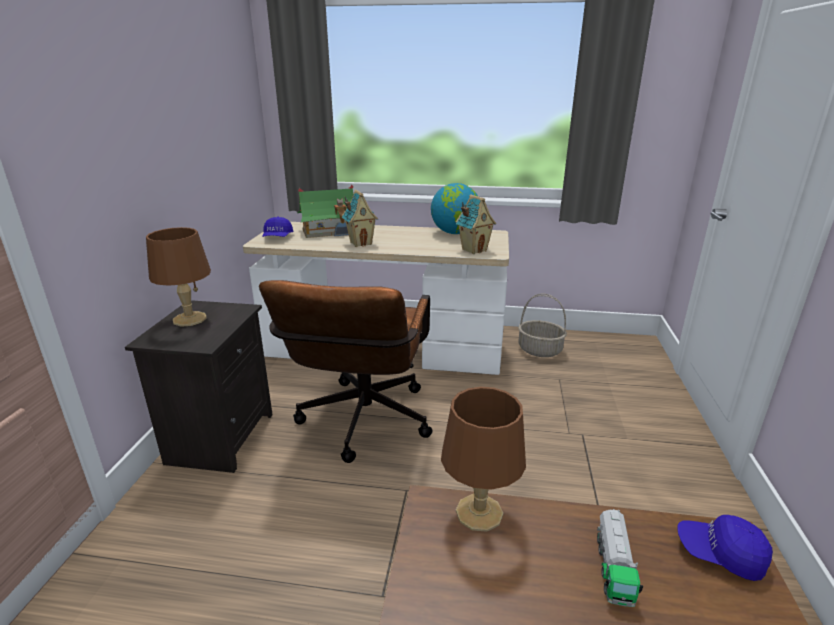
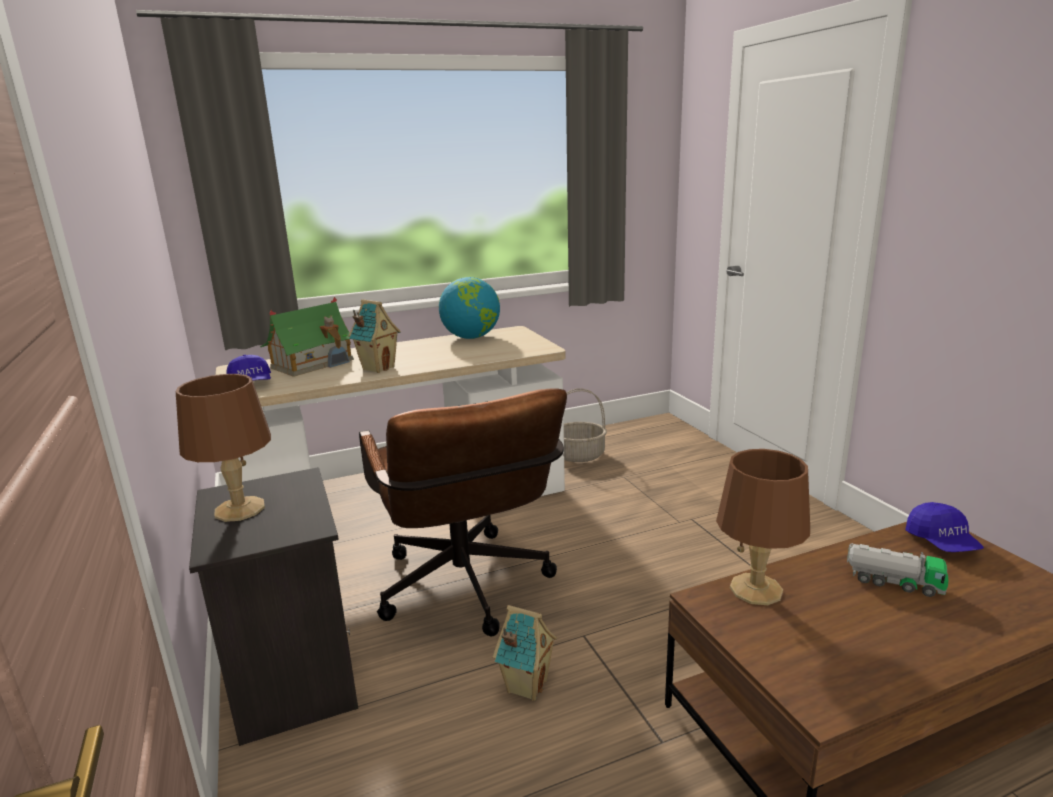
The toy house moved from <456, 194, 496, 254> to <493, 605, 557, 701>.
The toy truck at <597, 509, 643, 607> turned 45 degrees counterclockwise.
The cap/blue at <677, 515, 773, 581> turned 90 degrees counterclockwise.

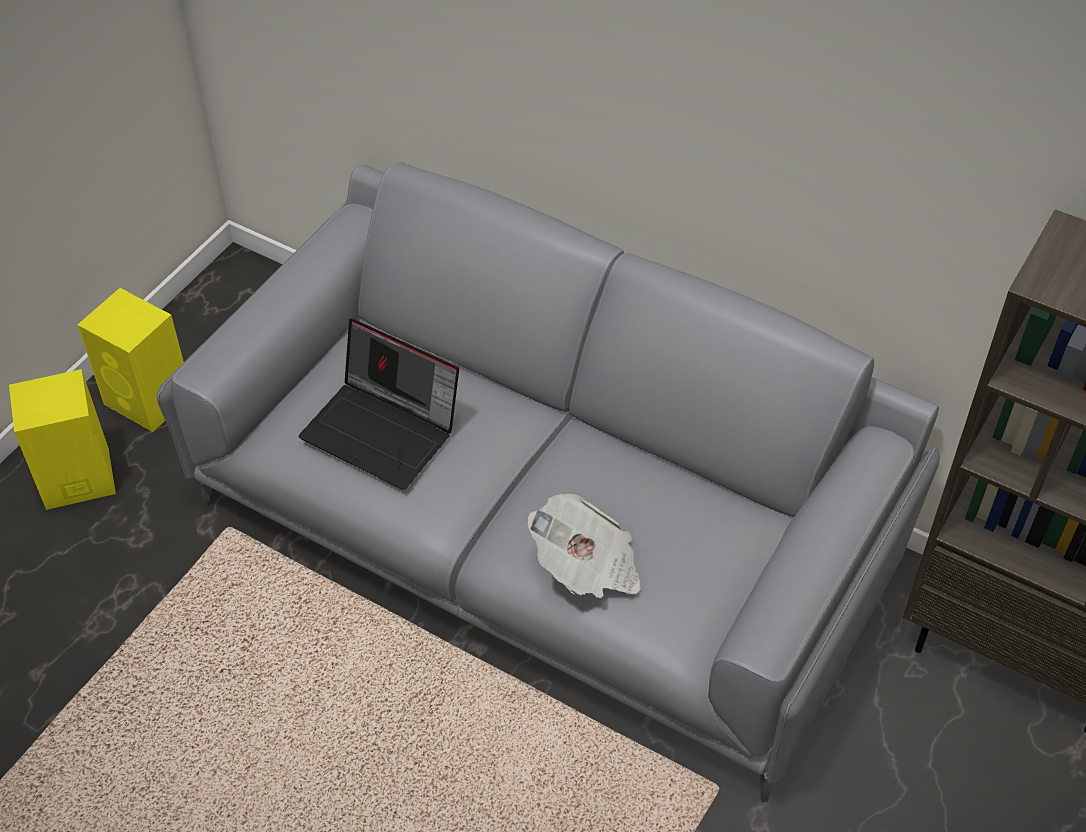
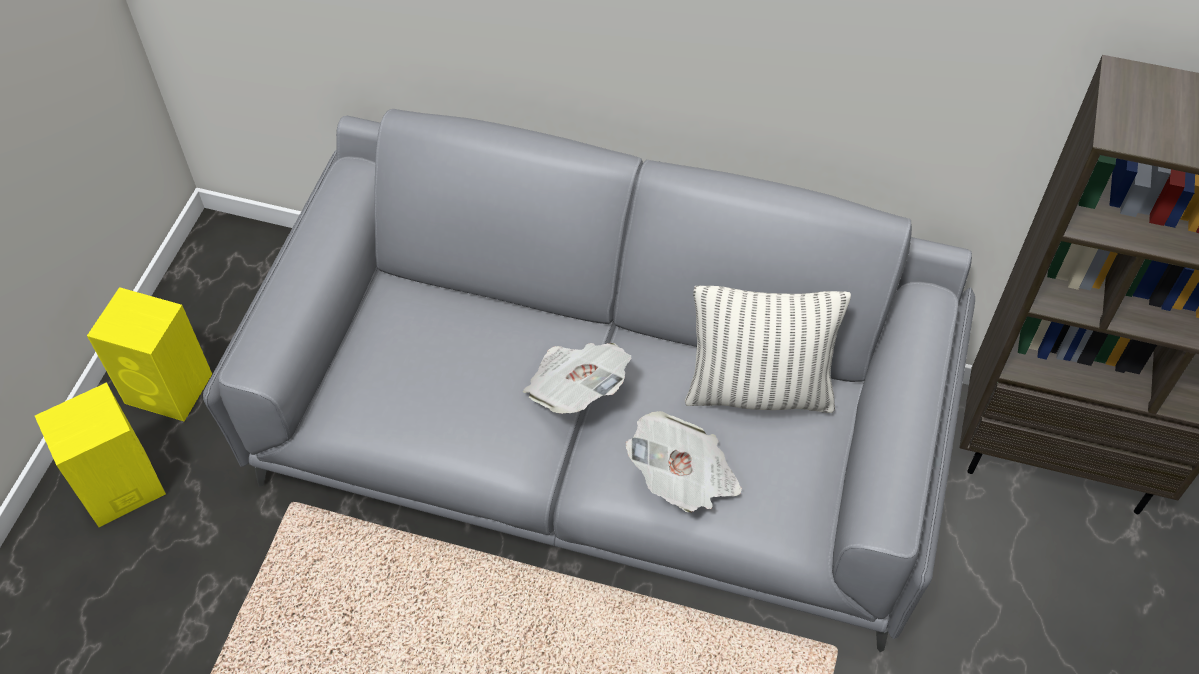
The laptop at <299, 319, 459, 490> disappeared.
The newspaper at <523, 343, 632, 414> appeared.
The pillow at <685, 286, 851, 413> appeared.

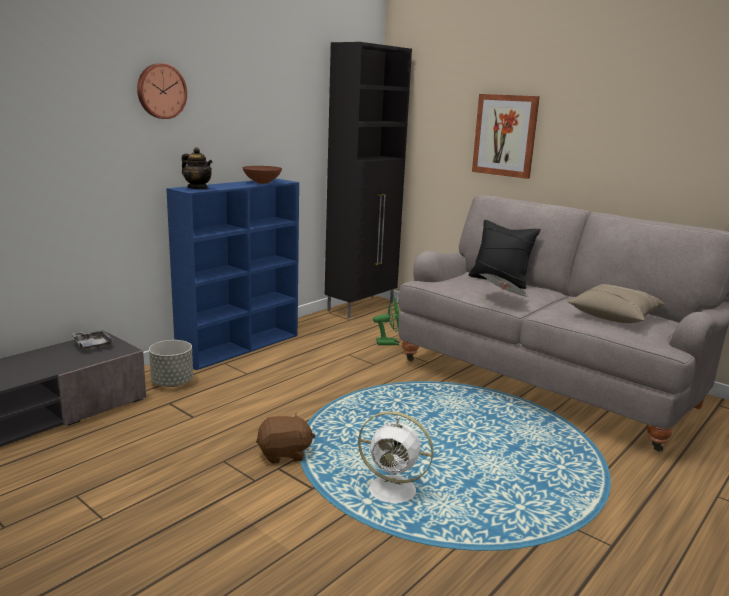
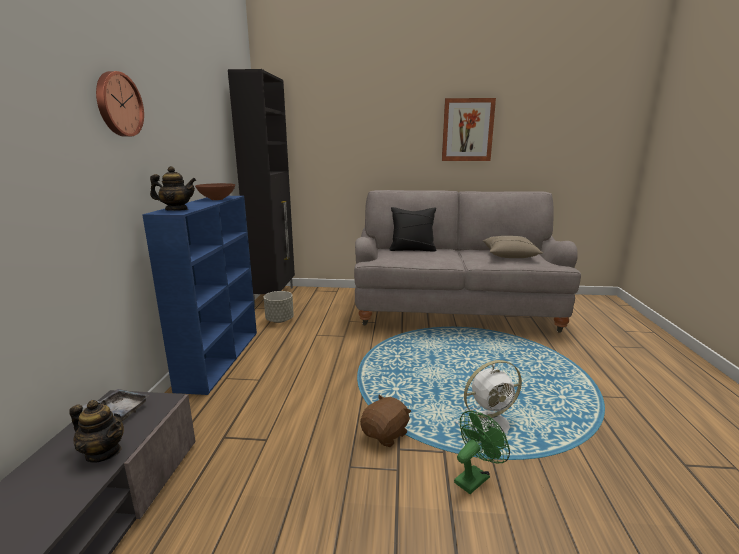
The newspaper at <479, 273, 528, 297> disappeared.
The teapot at <69, 400, 124, 463> appeared.
The planter/grey moved from <149, 340, 193, 387> to <264, 291, 294, 323>.
The fan/green moved from <373, 298, 400, 345> to <454, 411, 510, 494>.
The picture moved from <472, 94, 540, 179> to <442, 98, 496, 161>.

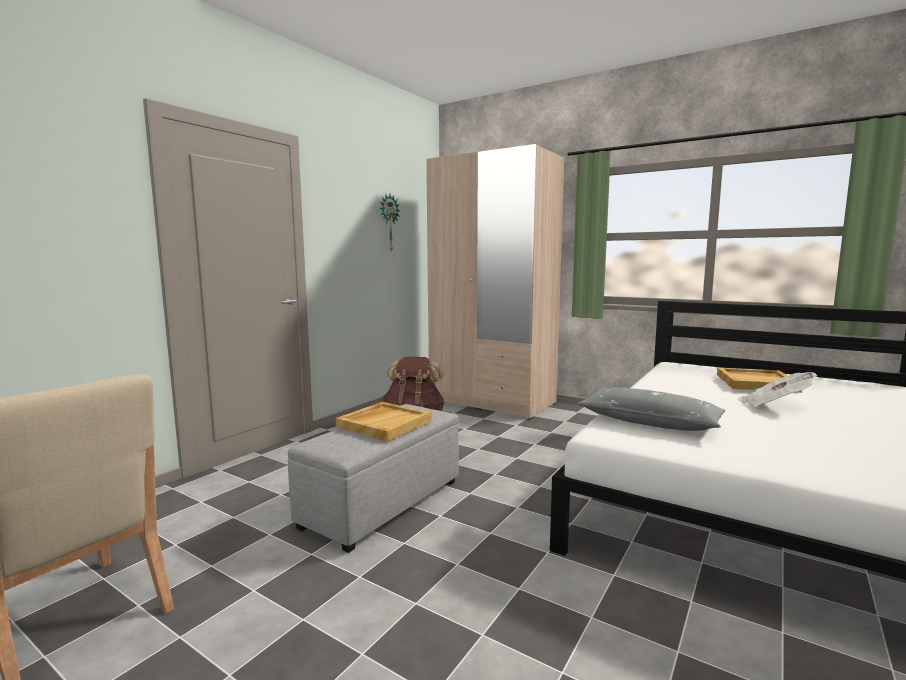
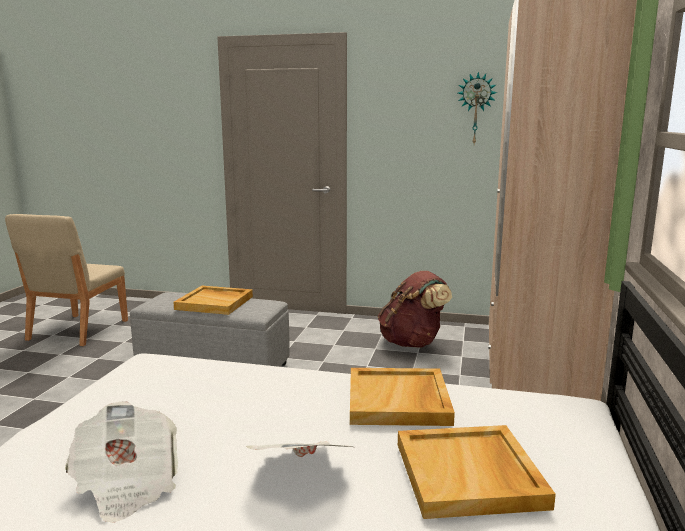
The pillow/grey at <577, 387, 725, 431> disappeared.
The newspaper at <65, 402, 178, 523> appeared.
The tray/beige at <350, 368, 455, 426> appeared.

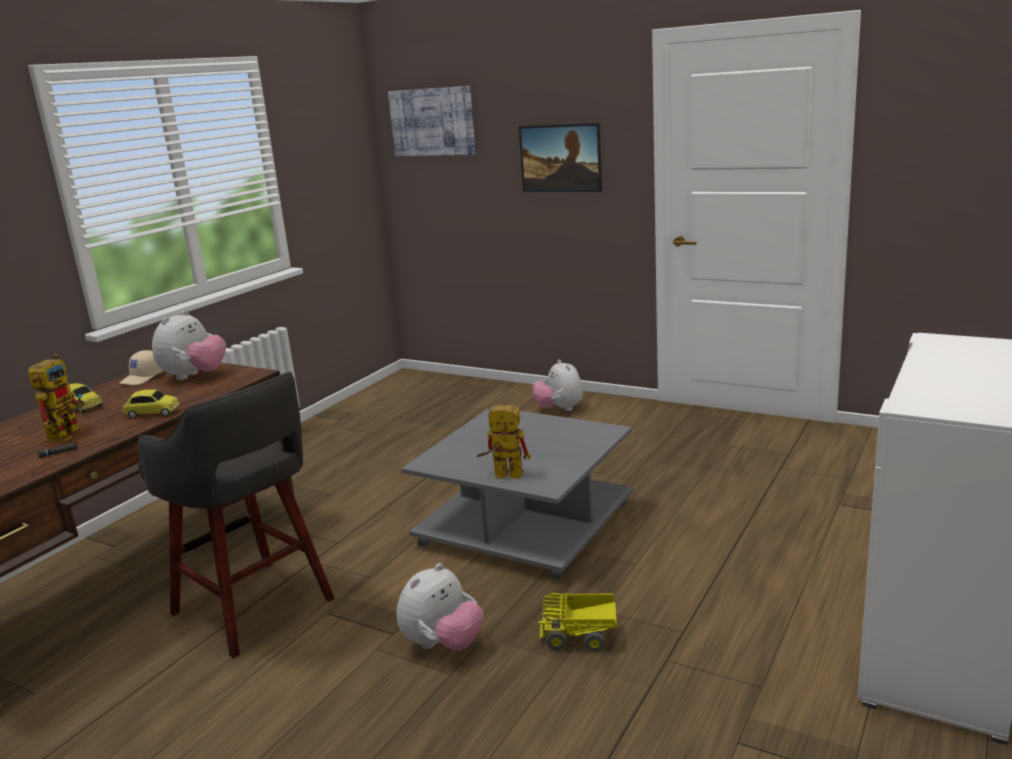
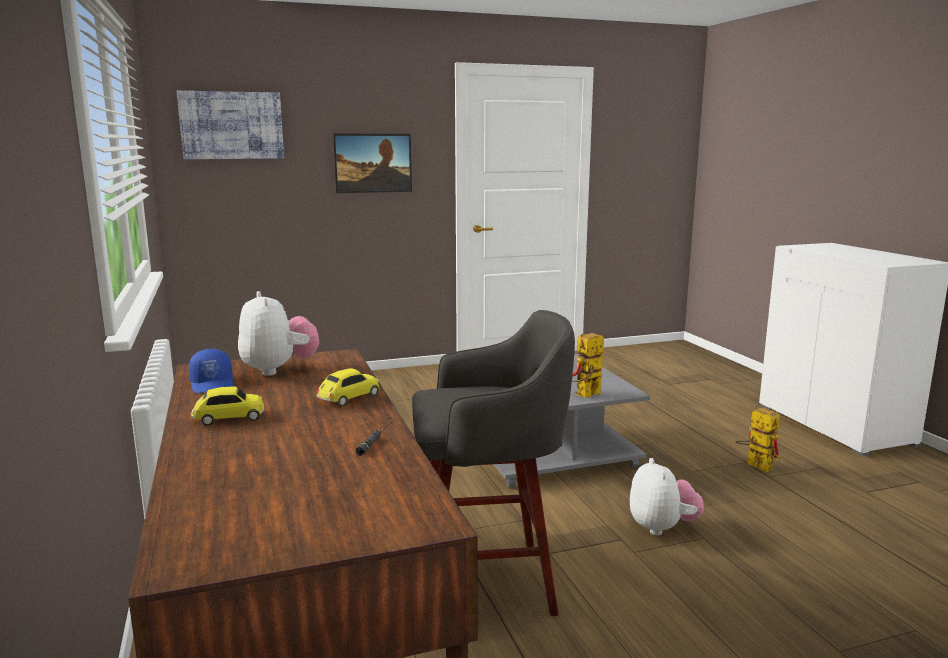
The plush toy at <532, 359, 583, 411> disappeared.
The toy truck at <538, 593, 617, 652> disappeared.
The toy robot moved from <28, 354, 85, 442> to <735, 404, 781, 472>.
The cap/beige at <120, 350, 163, 385> became the cap/blue at <189, 349, 233, 393>.

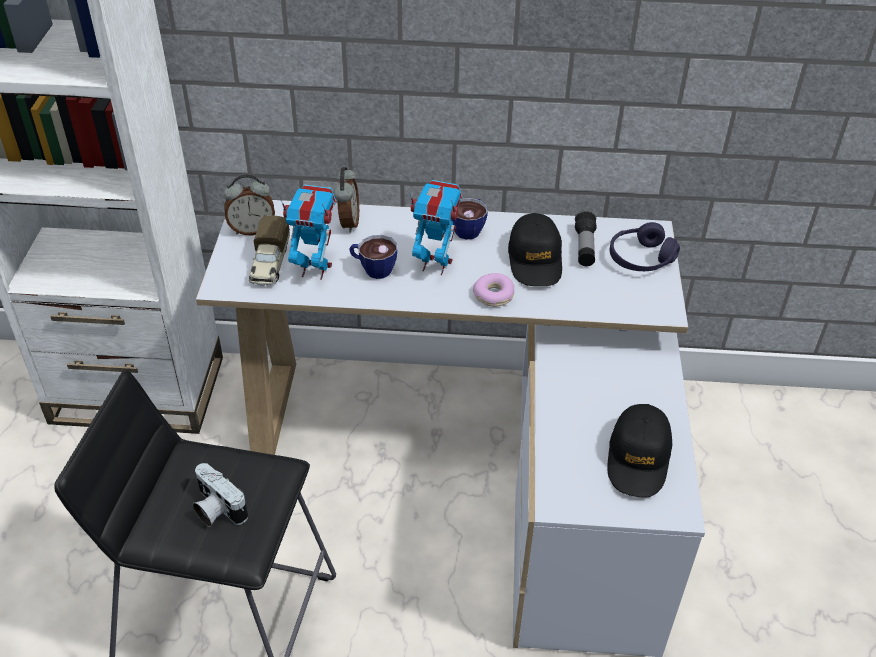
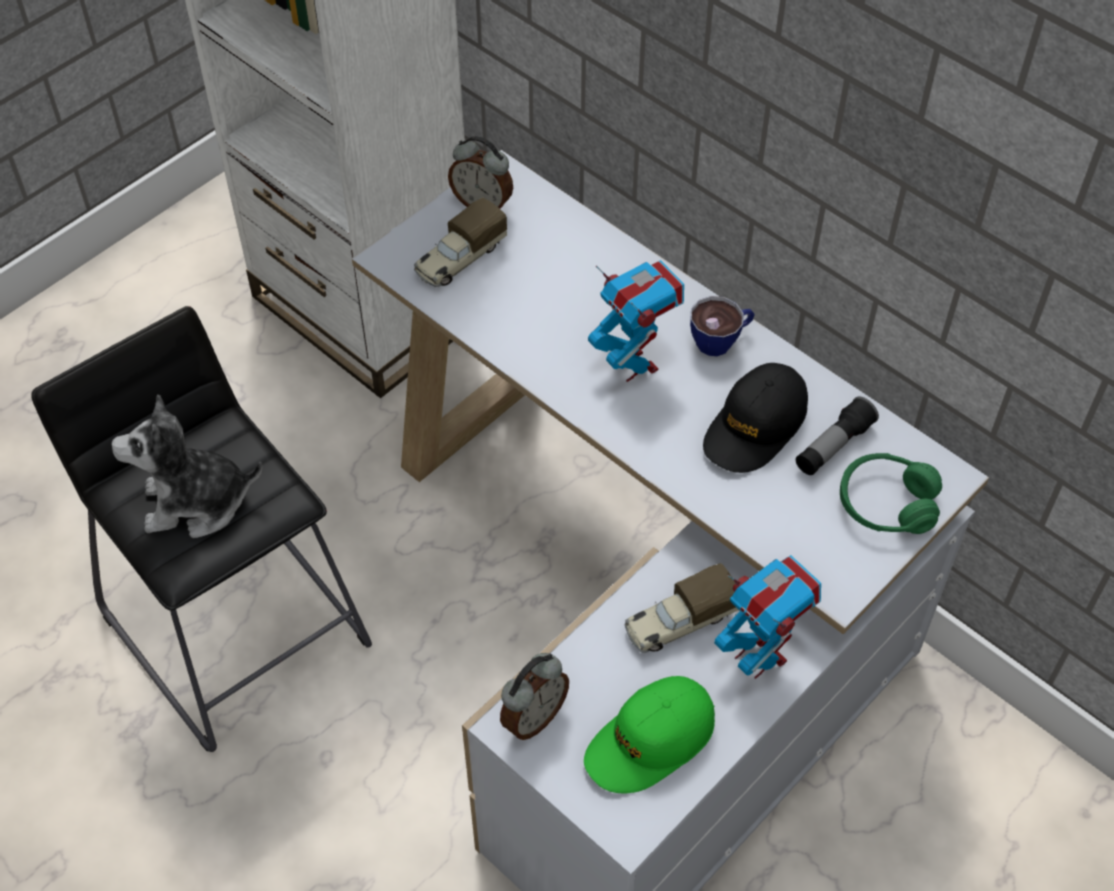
The cup at <349, 235, 398, 279> disappeared.
The donut at <473, 273, 514, 307> disappeared.
The toy truck at <624, 563, 739, 653> appeared.
The toy robot moved from <279, 185, 336, 280> to <714, 555, 821, 679>.
The alarm clock moved from <333, 167, 359, 233> to <500, 653, 569, 740>.
The photo camera at <193, 463, 248, 527> was replaced by the plush toy at <111, 394, 263, 538>.
The cap/black at <607, 404, 672, 498> became the cap/green at <584, 676, 715, 793>.
The headphones/purple at <610, 222, 680, 271> became the headphones/green at <840, 453, 942, 534>.

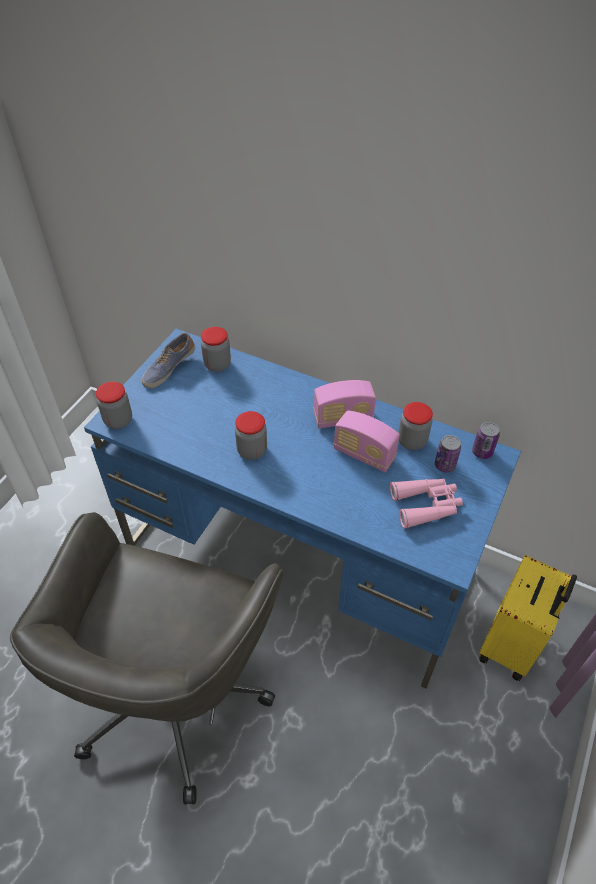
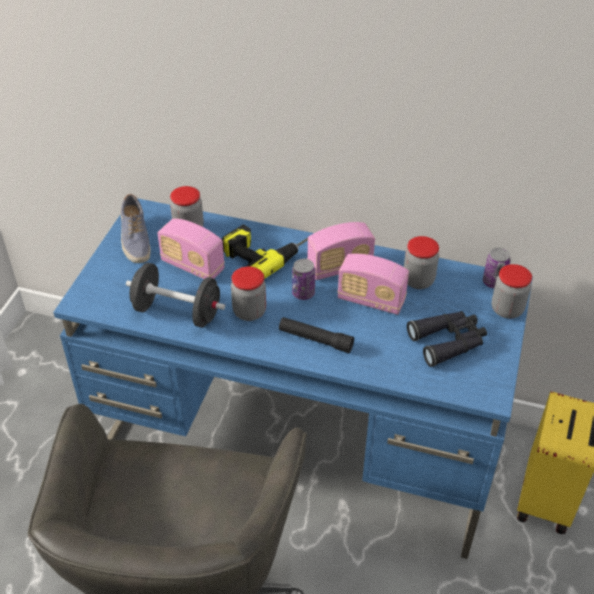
The dumbbell/black at <126, 263, 225, 328> appeared.
The radio at <157, 219, 225, 279> appeared.
The power drill at <222, 224, 308, 279> appeared.
The flashlight/black at <279, 317, 354, 353> appeared.
The jar moved from <96, 382, 132, 429> to <492, 264, 532, 319>.
The can moved from <435, 435, 461, 472> to <292, 259, 315, 300>.
The binoculars/pink at <390, 478, 463, 529> became the binoculars/black at <407, 311, 487, 367>.
The shoe at <142, 333, 195, 388> turned 45 degrees counterclockwise.

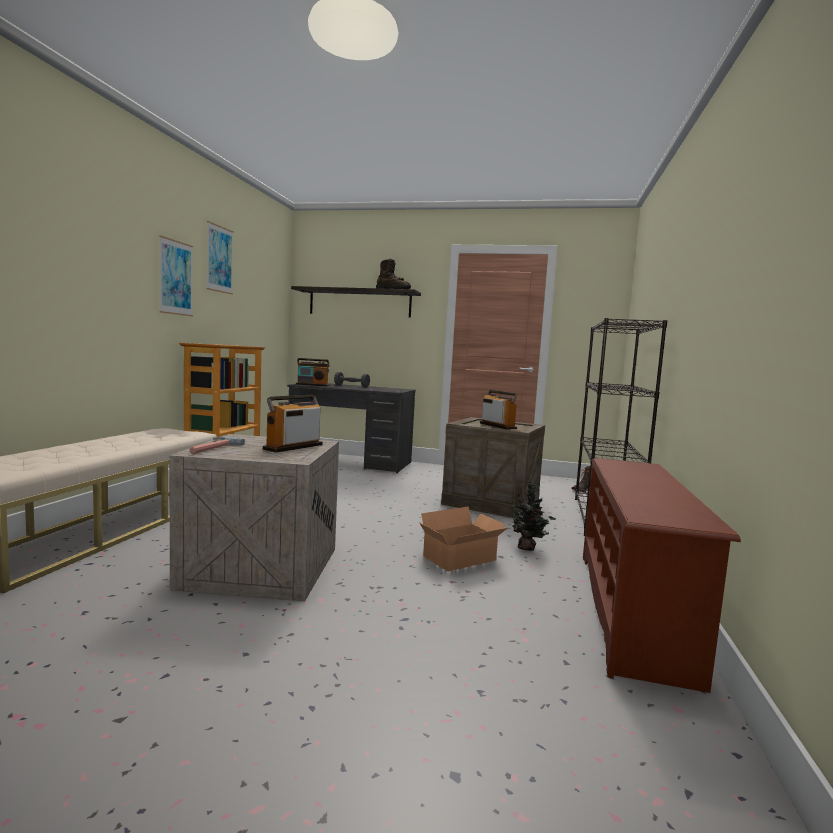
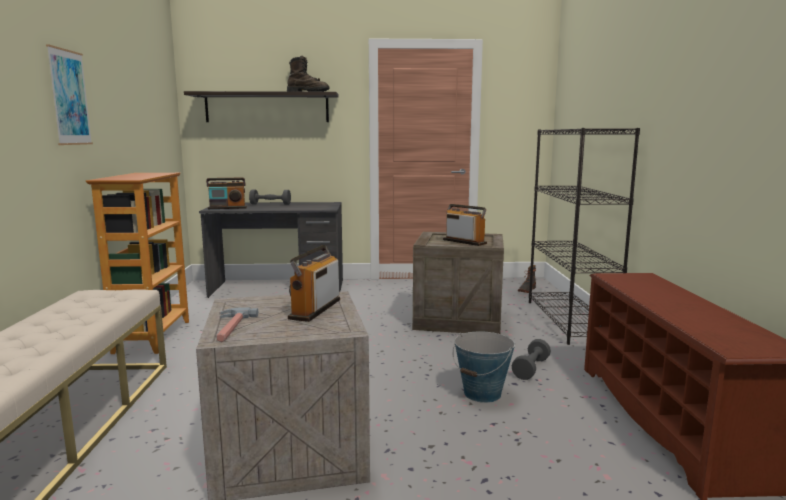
The picture at <207, 221, 234, 295> disappeared.
The cardboard box at <419, 506, 509, 571> was replaced by the bucket at <453, 331, 515, 403>.
The potted plant at <510, 481, 556, 551> was replaced by the dumbbell/grey at <512, 339, 551, 380>.

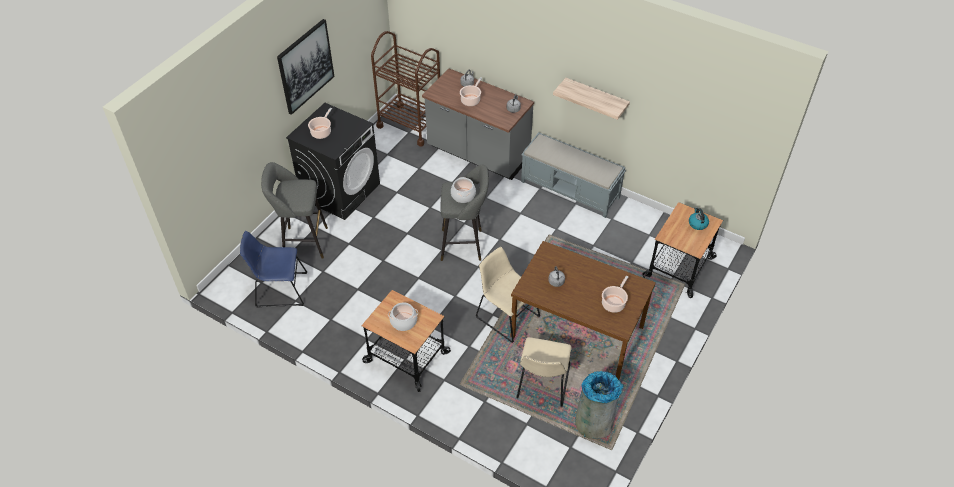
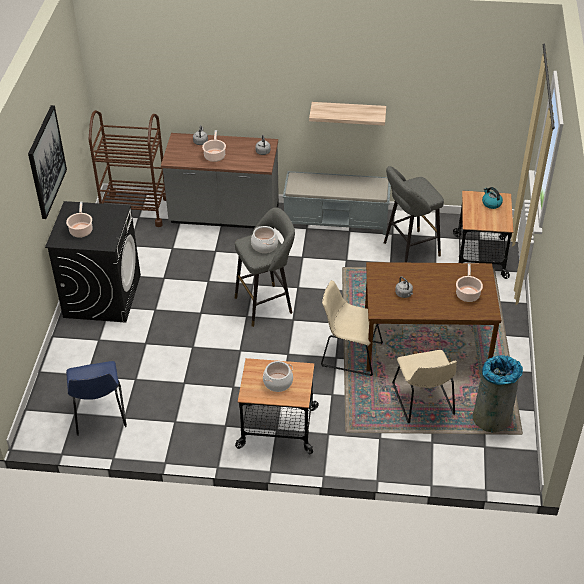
The stool/grey moved from <261, 162, 328, 259> to <384, 166, 444, 263>.
The chair/blue at <240, 231, 307, 307> turned 75 degrees counterclockwise.

